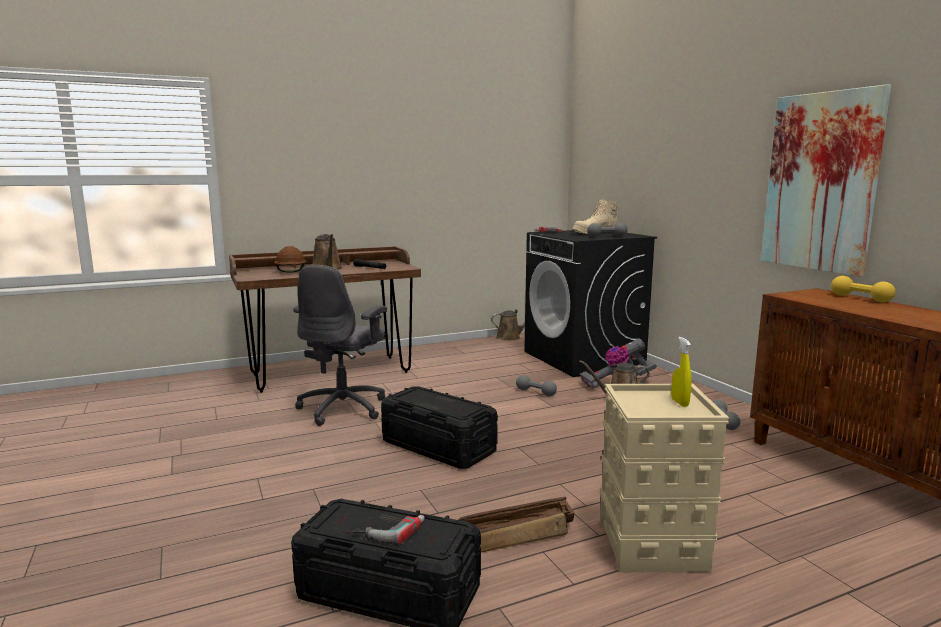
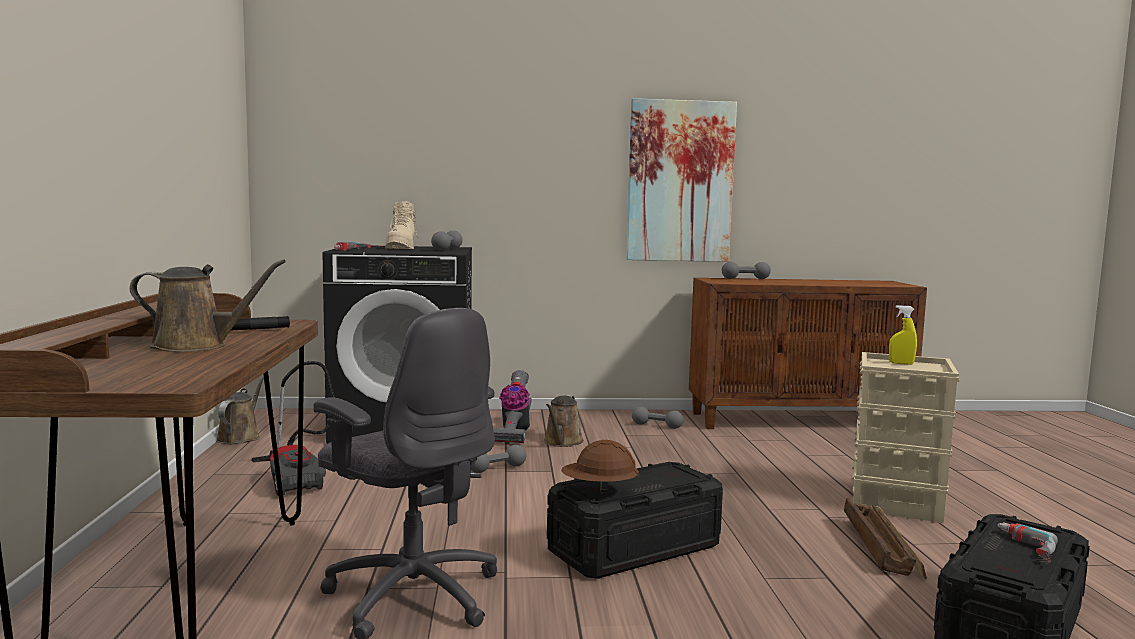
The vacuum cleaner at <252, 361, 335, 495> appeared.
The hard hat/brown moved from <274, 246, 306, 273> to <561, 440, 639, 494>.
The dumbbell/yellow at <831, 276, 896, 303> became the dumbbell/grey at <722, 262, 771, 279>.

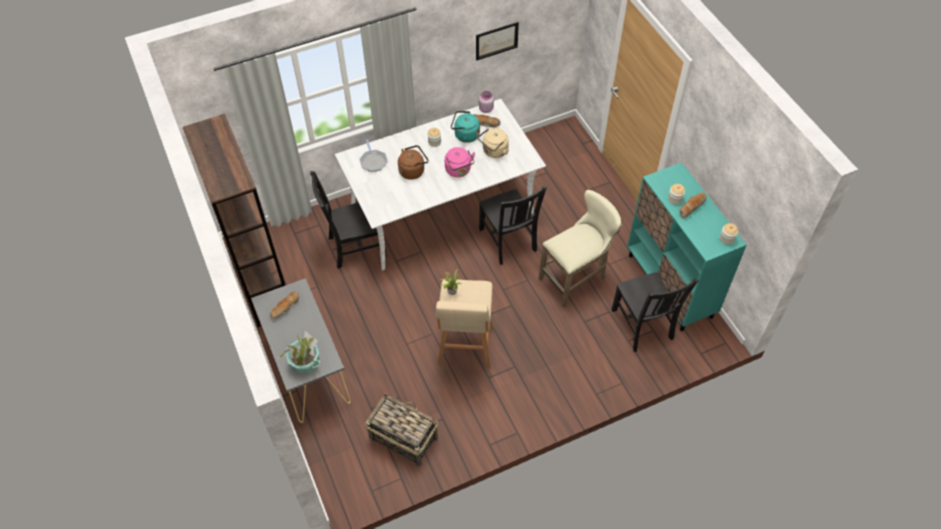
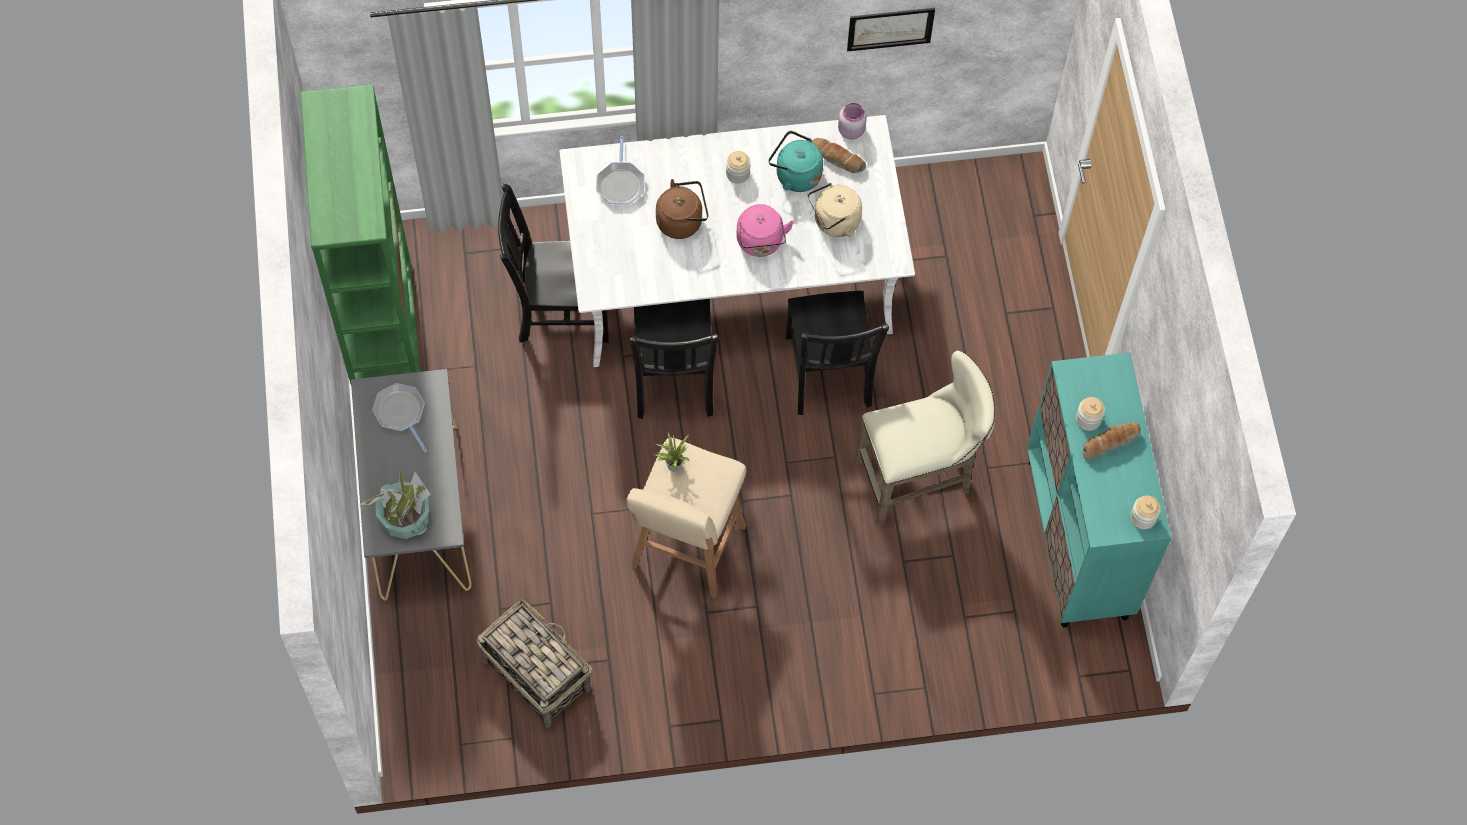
The chair/black moved from <611, 272, 699, 352> to <630, 299, 718, 419>.
The bread at <270, 291, 299, 318> was replaced by the frying pan at <372, 383, 427, 452>.
The bookcase/brown at <183, 114, 285, 327> became the bookcase/green at <300, 84, 420, 384>.

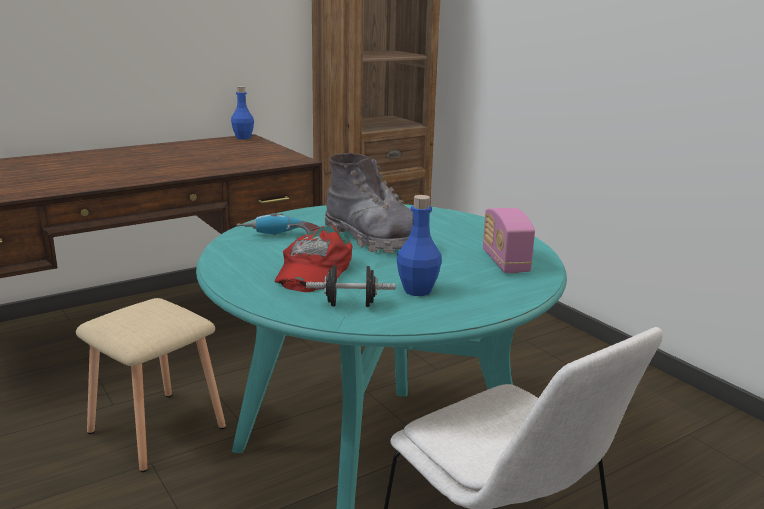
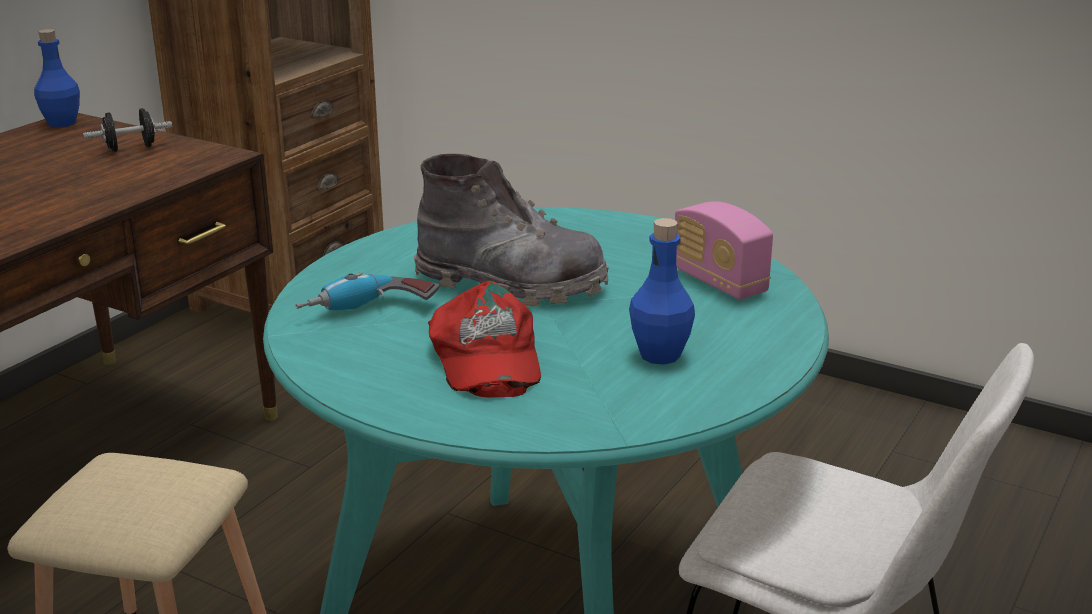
The dumbbell/black moved from <306, 265, 396, 307> to <83, 108, 172, 152>.

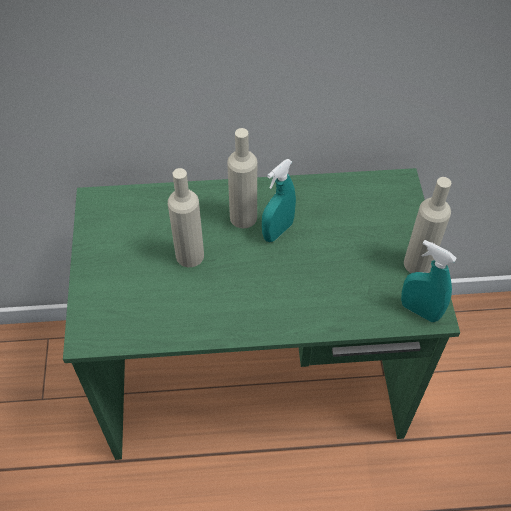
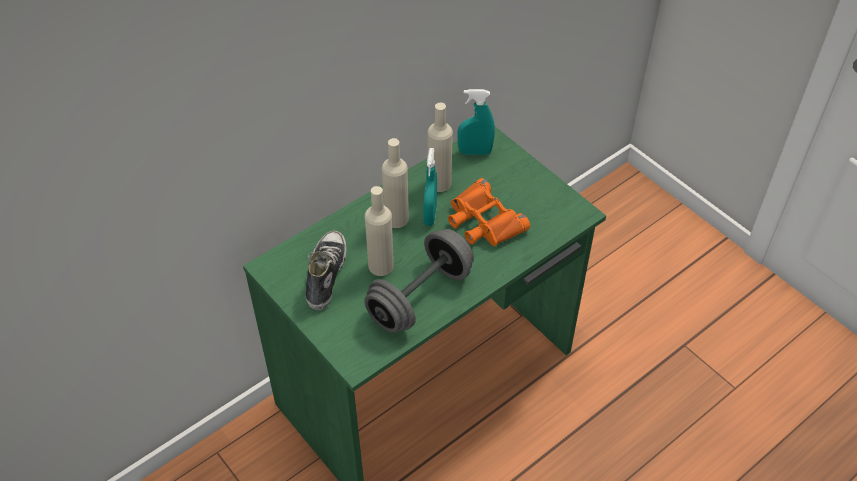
The shoe at <305, 231, 347, 310> appeared.
The dumbbell/grey at <364, 229, 474, 333> appeared.
The binoculars/orange at <448, 178, 530, 246> appeared.
The spray bottle/turquoise moved from <401, 240, 457, 322> to <457, 89, 495, 155>.
The bottle/beige moved from <404, 177, 451, 273> to <428, 103, 453, 192>.

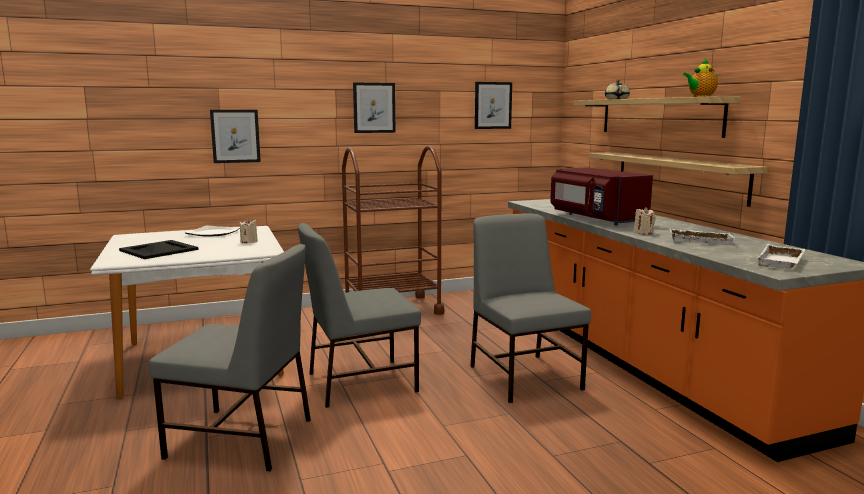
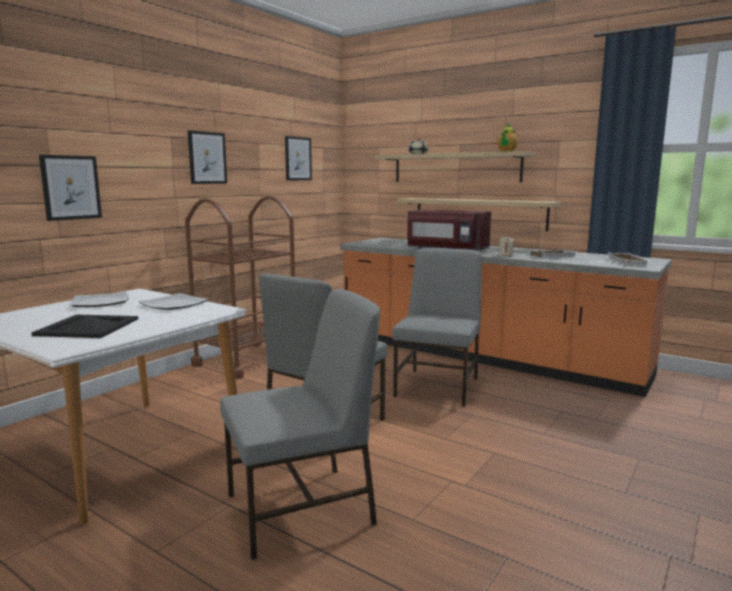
The candle/beige at <240, 218, 258, 243> was replaced by the plate at <138, 293, 209, 310>.
The chair/grey at <470, 214, 591, 403> turned 75 degrees clockwise.

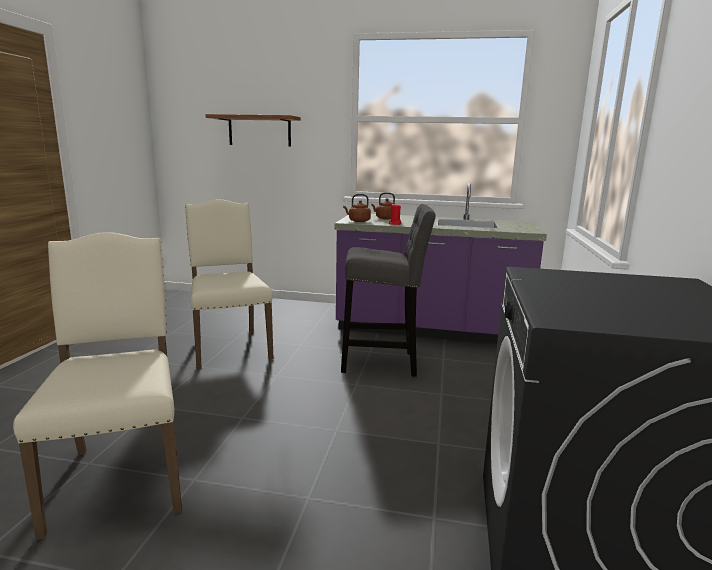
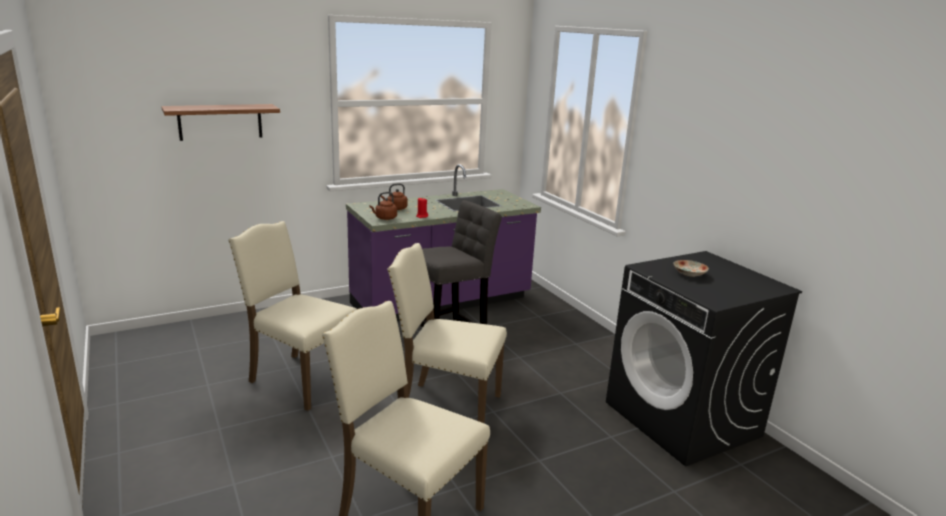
The chair/beige at <387, 243, 507, 424> appeared.
The plate at <673, 260, 709, 277> appeared.

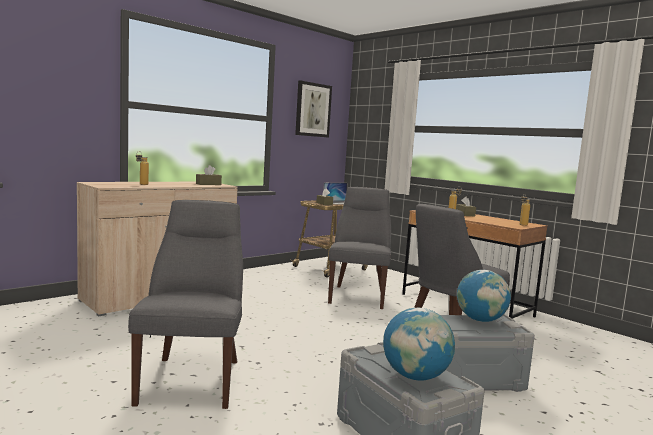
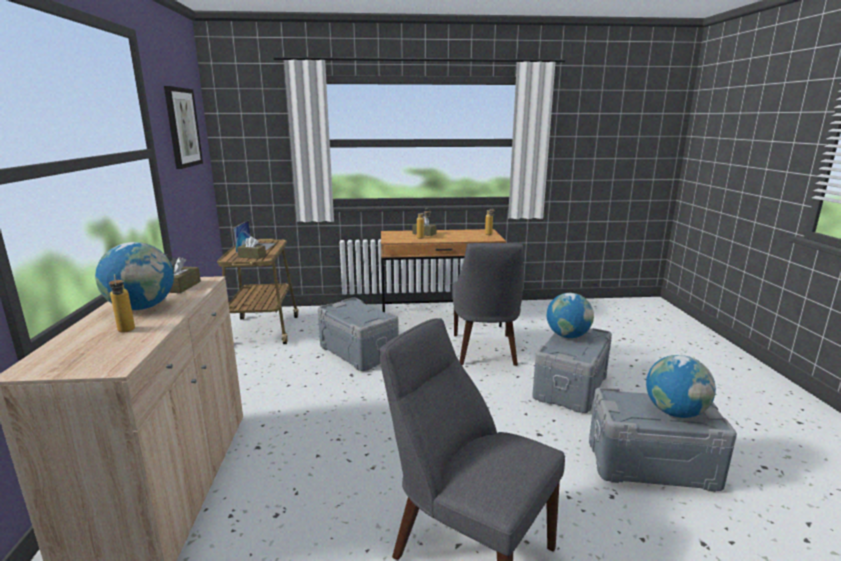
The globe at <95, 242, 174, 310> appeared.
The chair/grey at <328, 187, 391, 309> was replaced by the storage box/grey at <318, 297, 399, 371>.

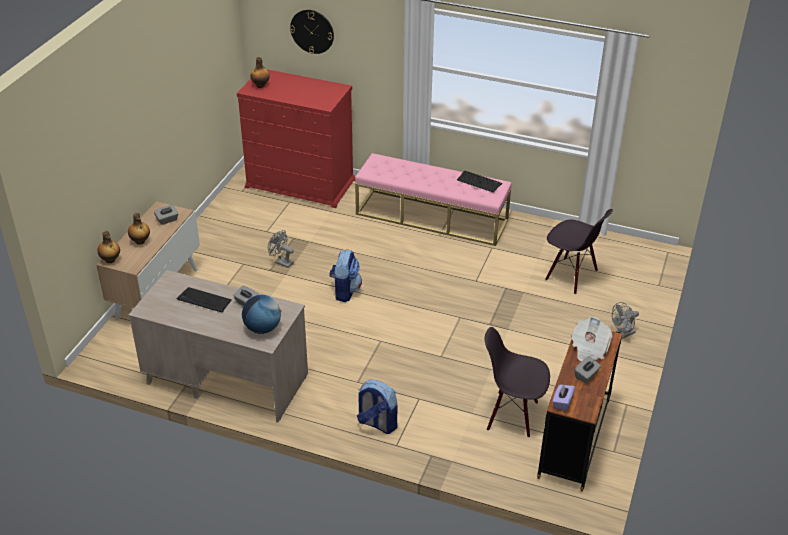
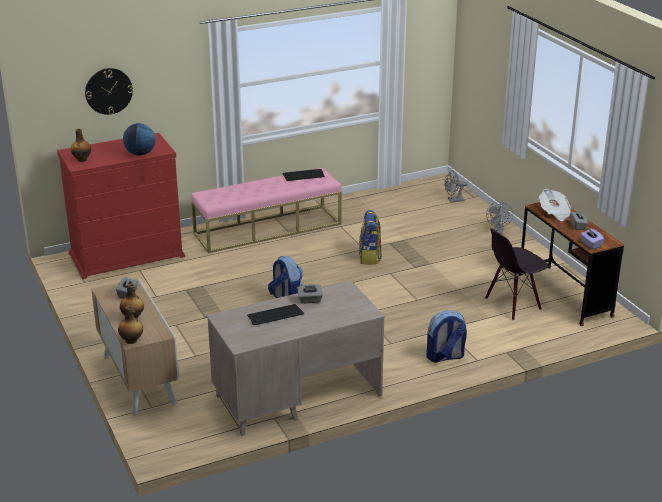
The chair/black at <545, 209, 613, 294> disappeared.
The backpack at <359, 210, 382, 265> appeared.
The globe moved from <242, 295, 282, 334> to <123, 123, 155, 156>.
The fan/grey moved from <268, 230, 294, 268> to <444, 170, 467, 203>.

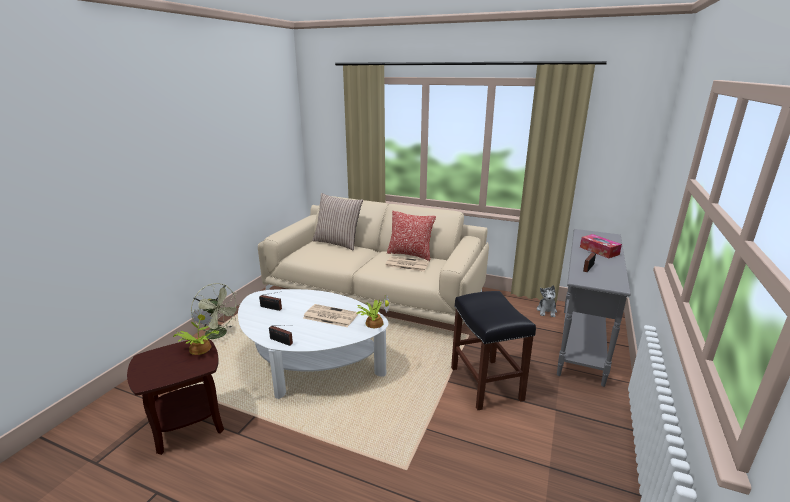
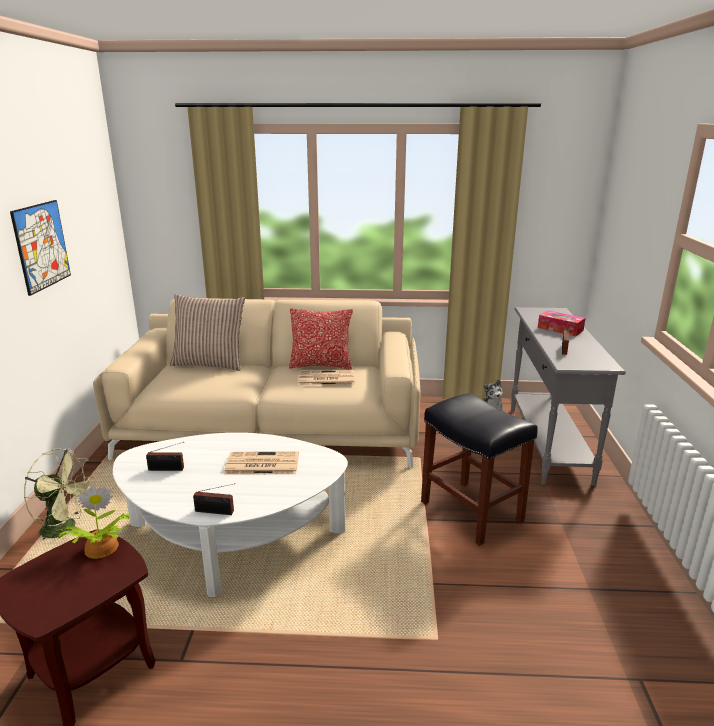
The potted plant at <356, 295, 389, 328> disappeared.
The picture at <10, 200, 71, 296> appeared.

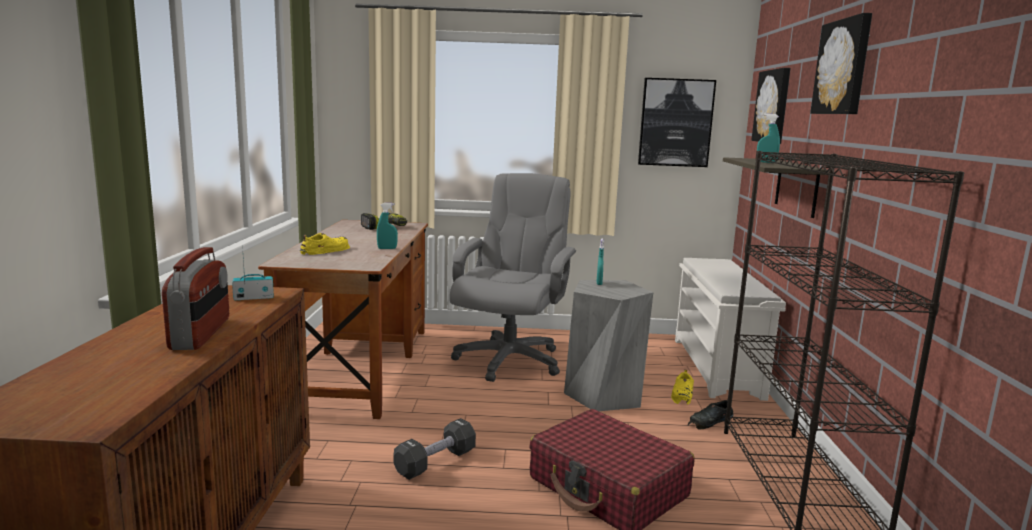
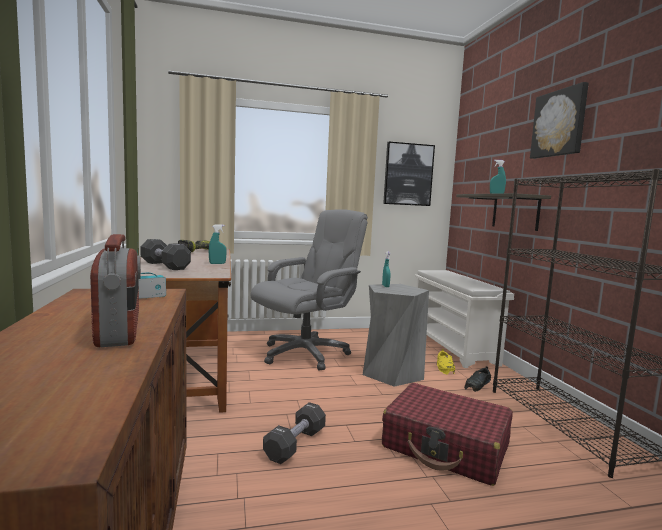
The picture at <751, 68, 791, 144> disappeared.
The shoe/yellow at <300, 233, 350, 255> was replaced by the dumbbell/black at <140, 239, 191, 270>.
The office chair/grey at <450, 173, 576, 382> turned 45 degrees clockwise.

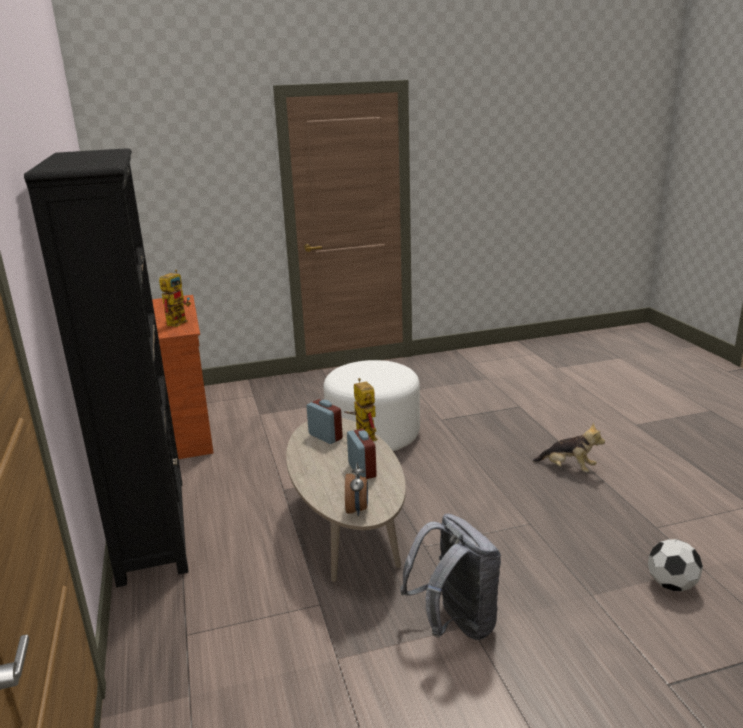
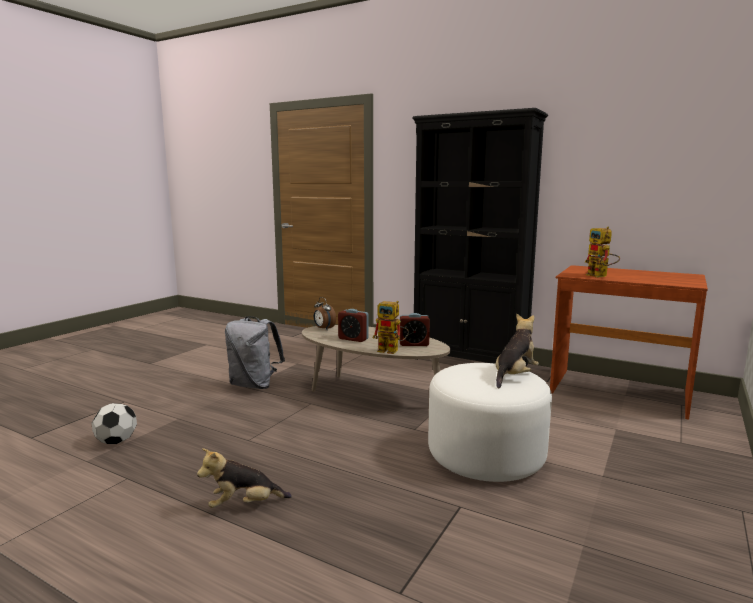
The plush toy at <496, 313, 539, 389> appeared.

